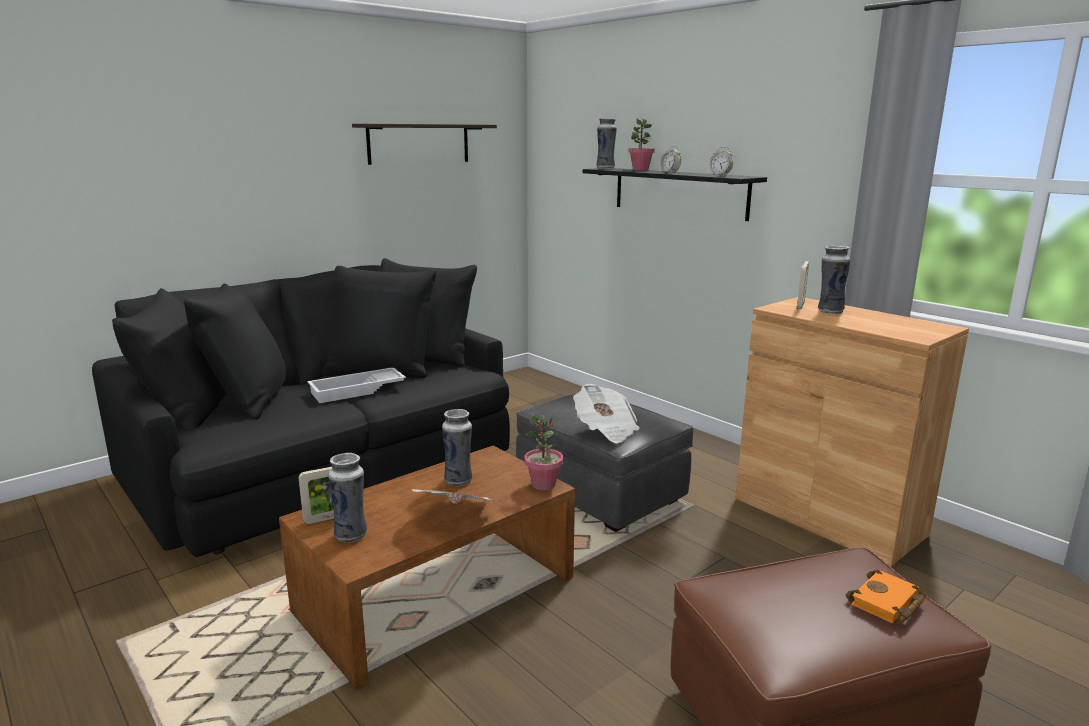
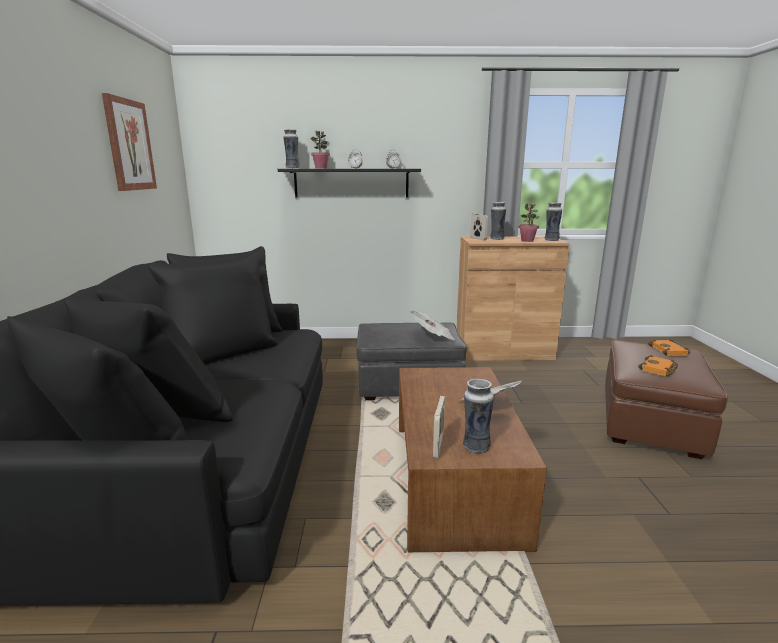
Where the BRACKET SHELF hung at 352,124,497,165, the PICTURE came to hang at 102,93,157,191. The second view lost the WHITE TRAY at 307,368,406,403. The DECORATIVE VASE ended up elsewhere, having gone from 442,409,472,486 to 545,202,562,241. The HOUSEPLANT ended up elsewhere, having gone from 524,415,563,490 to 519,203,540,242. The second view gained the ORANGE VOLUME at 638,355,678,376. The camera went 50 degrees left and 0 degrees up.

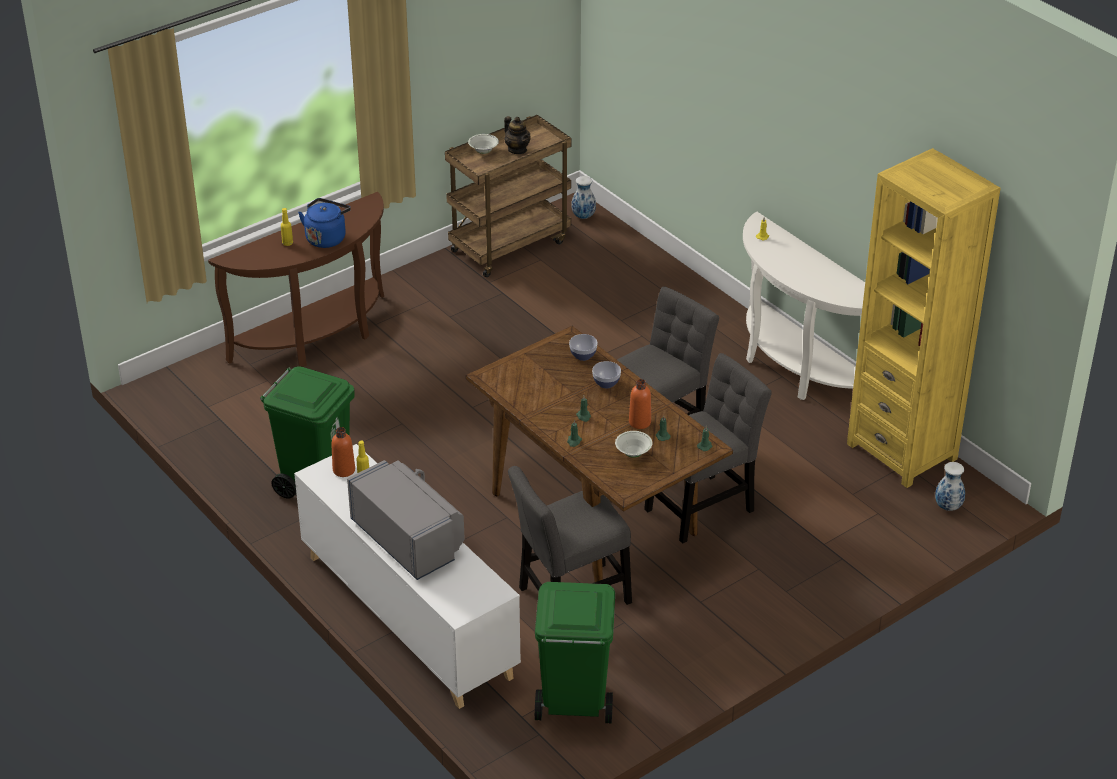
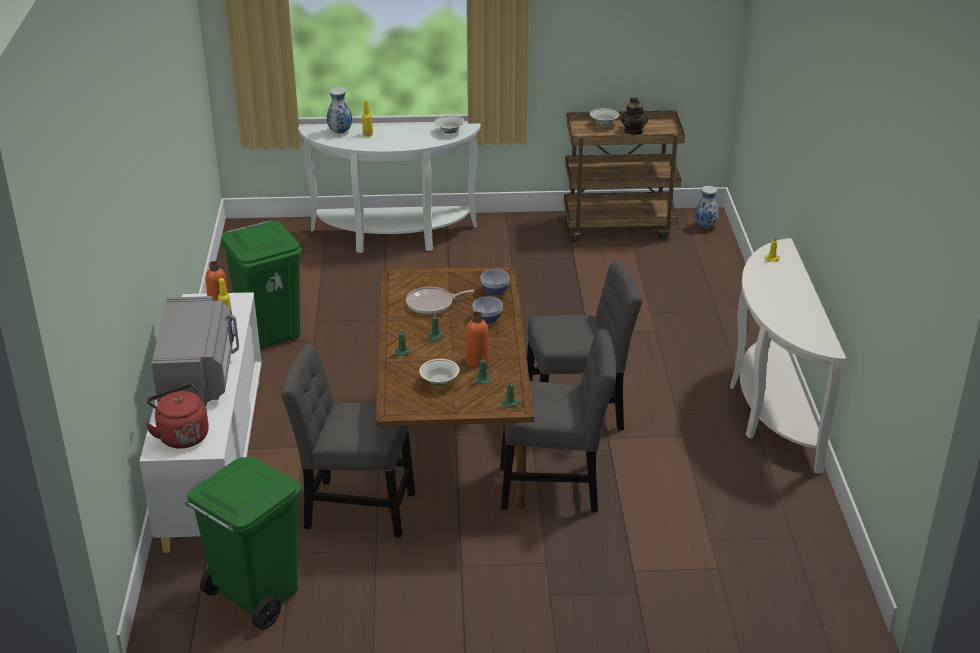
The second view lost the YELLOWISH BOOKSHELF at 847,148,1001,488. What was the BROWN NARROW TABLE at 208,192,384,367 turned into the WHITE NARROW TABLE at 298,123,481,253. The second view lost the BLUISH KETTLE at 298,198,351,248. The DECORATIVE VASE ended up elsewhere, having gone from 935,462,965,511 to 327,87,352,134. The second view gained the WHITE BOWL at 435,115,465,134. The second view gained the PAN at 406,287,474,315. The second view gained the REDDISH KETTLE at 146,384,209,449. The camera went 35 degrees right and 5 degrees down.

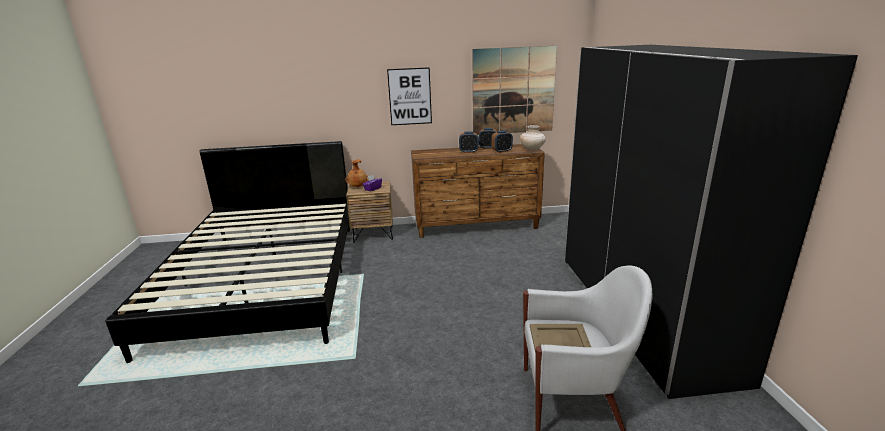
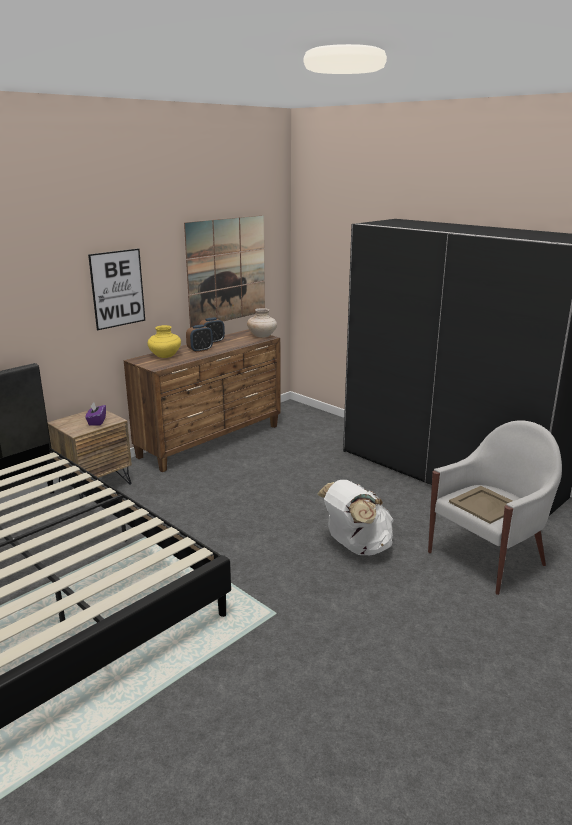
The second view lost the TABLE CLOCK at 491,131,513,153. The second view lost the BROWN DECORATIVE VASE at 345,159,369,187. The second view gained the YELLOWISH DECORATIVE VASE at 148,325,181,358. The second view gained the WHITE RUCKSACK at 317,480,394,555. The camera went 40 degrees left and 0 degrees up.

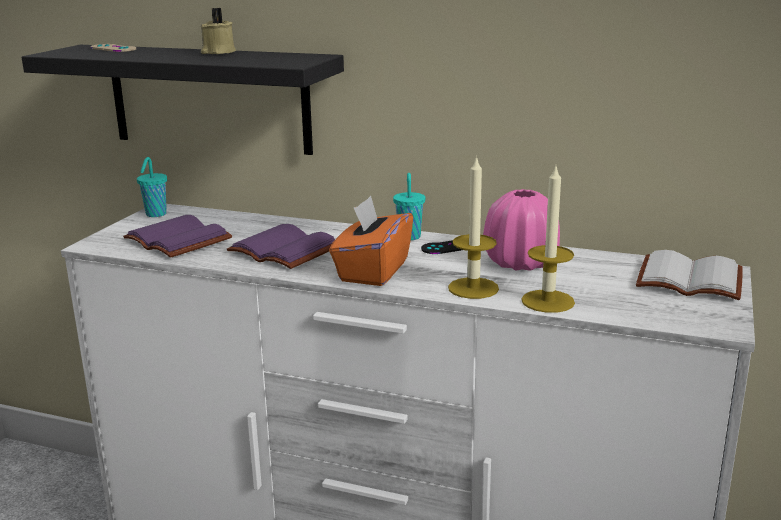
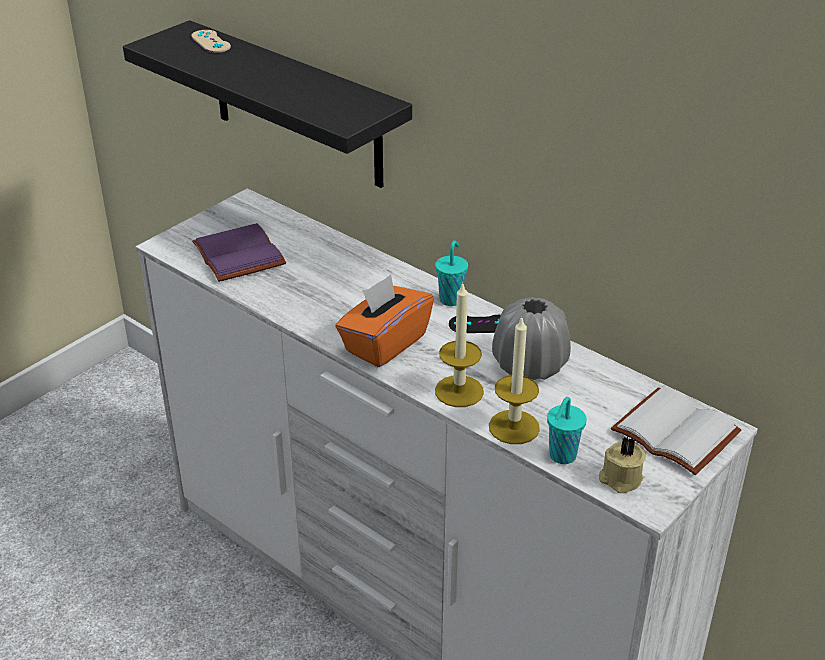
The BEIGE-COLOURED CANDLE ended up elsewhere, having gone from 201,8,236,54 to 599,436,645,493. The TURQUOISE SMALL CUP ended up elsewhere, having gone from 137,157,167,217 to 547,397,587,464. What was the PINK DECORATIVE VASE at 483,189,560,271 turned into the GREYISH DECORATIVE VASE at 492,297,571,380. The second view lost the PURPLISH VOLUME at 227,224,335,269. The camera went 20 degrees right and 15 degrees up.

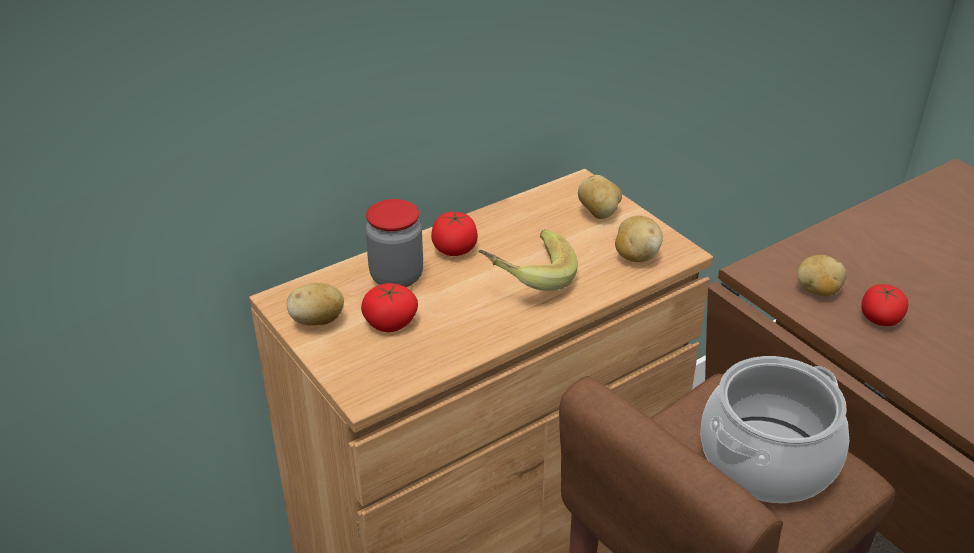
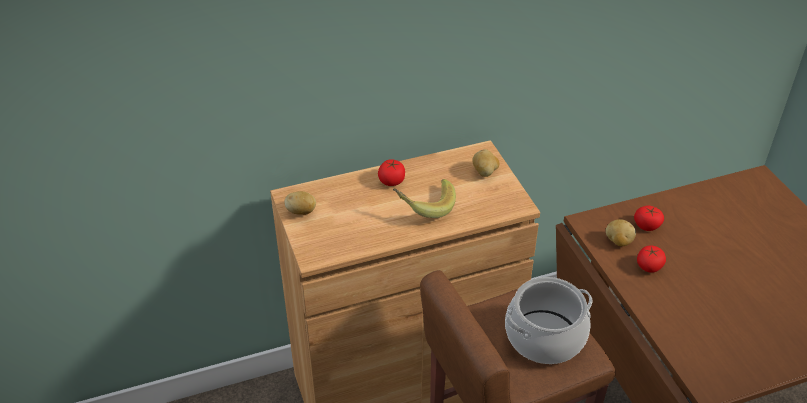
The second view lost the PRESERVE JAR at 365,199,423,287. The second view lost the WHOLE POTATO at 615,215,663,262. The FRESH TOMATO ended up elsewhere, having gone from 361,283,418,332 to 634,206,664,231. The camera went 15 degrees right and 5 degrees up.

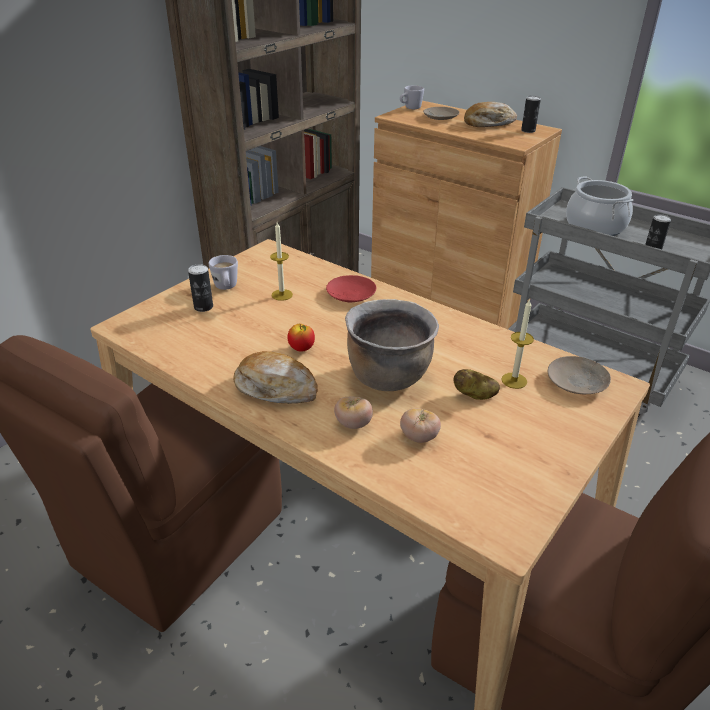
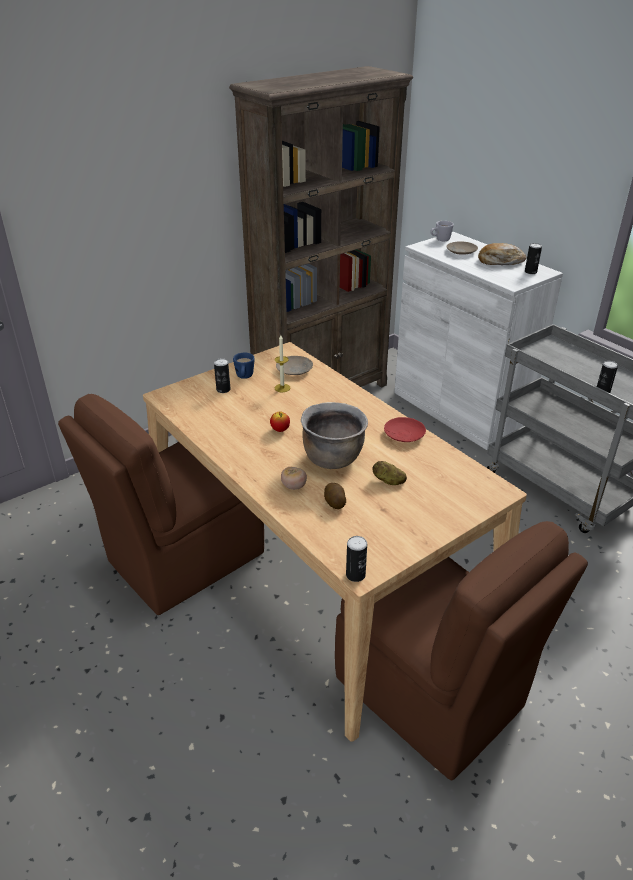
What was the BROWN STORAGE CABINET at 371,101,562,329 turned into the WHITE STORAGE CABINET at 394,232,563,450. The second view lost the STOCKPOT at 566,177,634,236. What was the WHITE MUG at 209,255,238,290 turned into the BLUISH MUG at 233,353,255,379. The REDDISH FLAT DISH ended up elsewhere, having gone from 326,275,376,302 to 384,417,426,442. The second view lost the CANDLE at 501,299,534,389. The second view lost the BREAD at 233,351,318,404. The BEIGE-COLOURED FLAT DISH ended up elsewhere, having gone from 548,356,611,394 to 276,356,313,375. Where the FRESH TOMATO stood at 400,408,441,443, the WHOLE POTATO came to stand at 324,483,346,509. The second view gained the METAL CAN at 346,536,367,582. The camera went 15 degrees right and 0 degrees up.

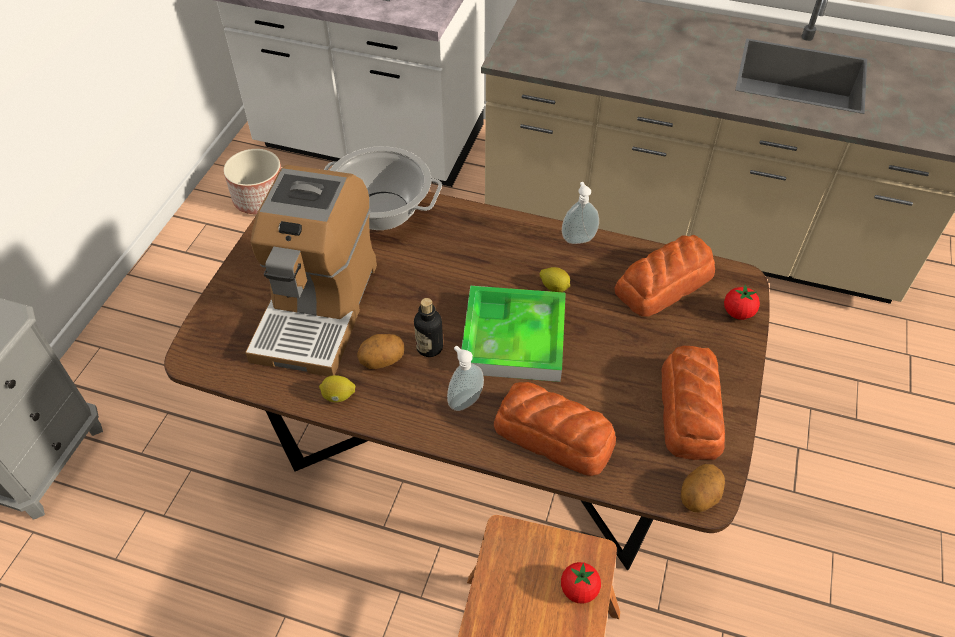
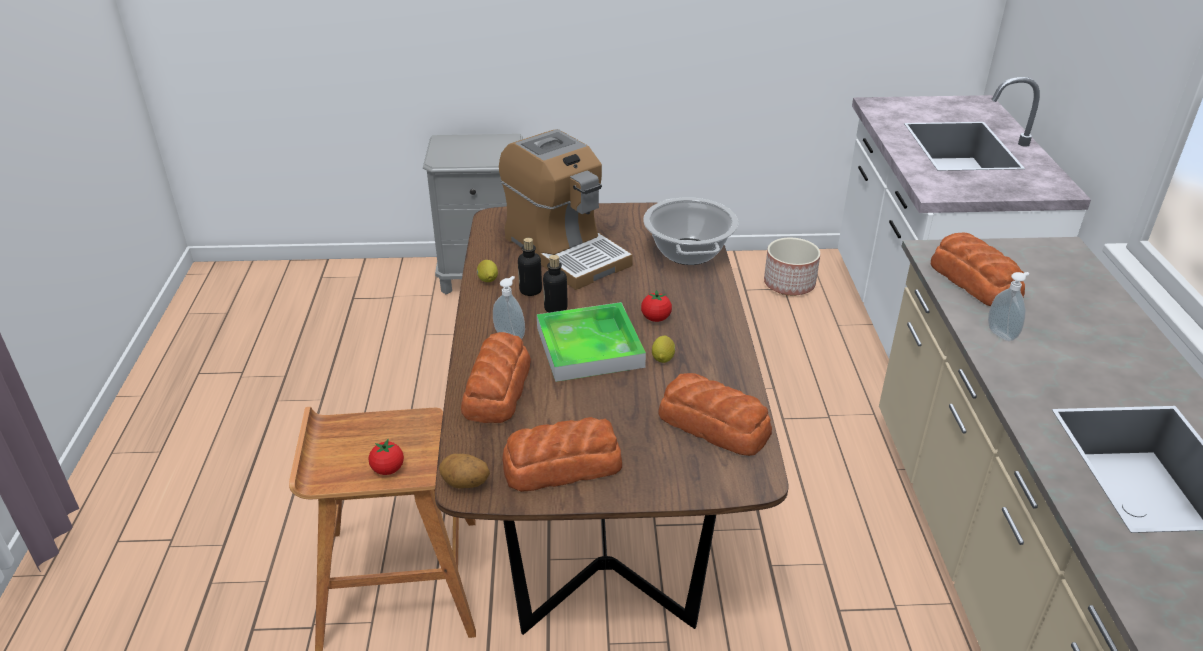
The COFFEE MAKER at 245,165,377,377 ended up facing another way, 120 degrees counterclockwise from before. The SOAP BOTTLE ended up elsewhere, having gone from 562,182,599,244 to 988,272,1029,341. The FRESH TOMATO ended up elsewhere, having gone from 724,285,760,320 to 641,290,672,322. Where the WHOLE POTATO stood at 357,334,404,369, the BEVERAGE BOTTLE came to stand at 518,238,542,296. The second view gained the BREAD at 931,233,1025,306. The camera went 70 degrees right and 15 degrees down.

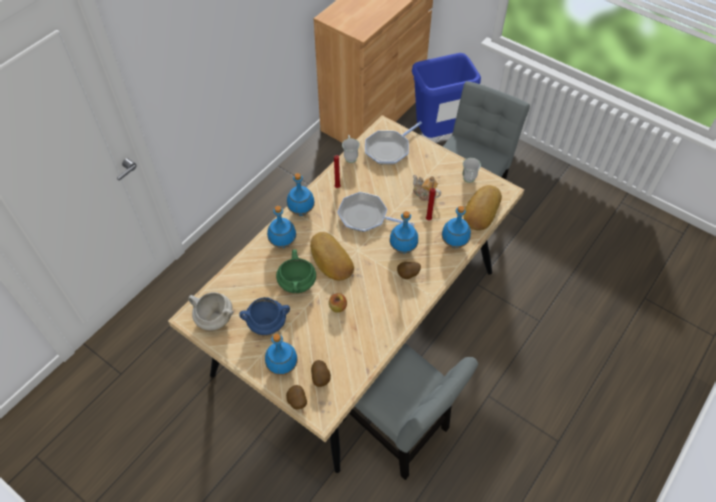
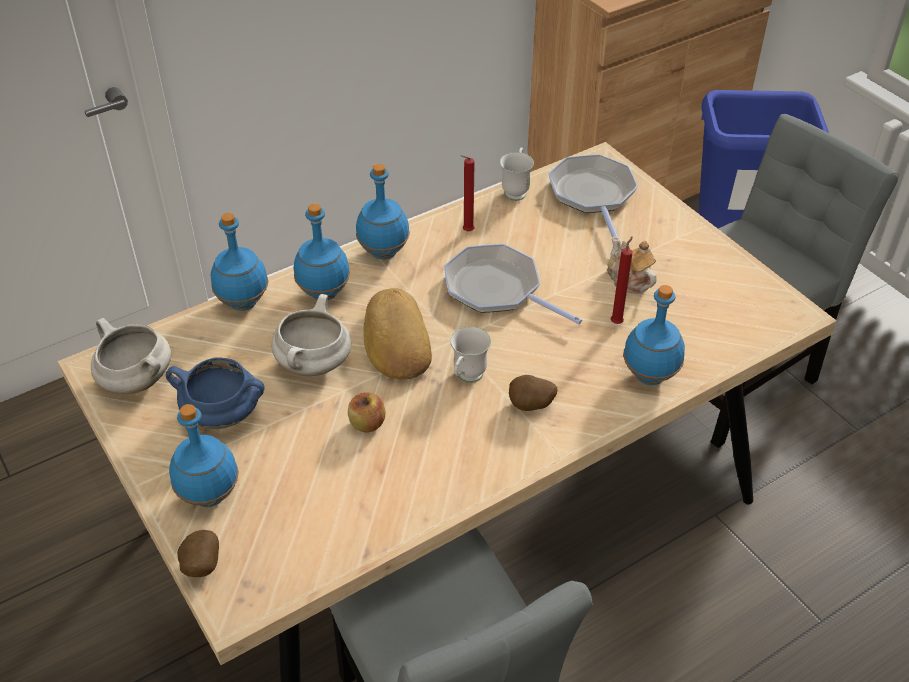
The PAN at 365,121,422,165 ended up facing another way, 105 degrees clockwise from before. The WHITE MUG ended up elsewhere, having gone from 463,158,481,183 to 450,327,491,383. The second view lost the BREAD at 463,185,502,230. The BLUISH BEVERAGE BOTTLE ended up elsewhere, having gone from 390,211,418,254 to 211,213,268,311. What was the GREEN STOCKPOT at 276,249,316,293 turned into the WHITE STOCKPOT at 271,294,351,376. The second view lost the WHOLE POTATO at 311,360,331,387. The camera went 20 degrees right and 10 degrees down.

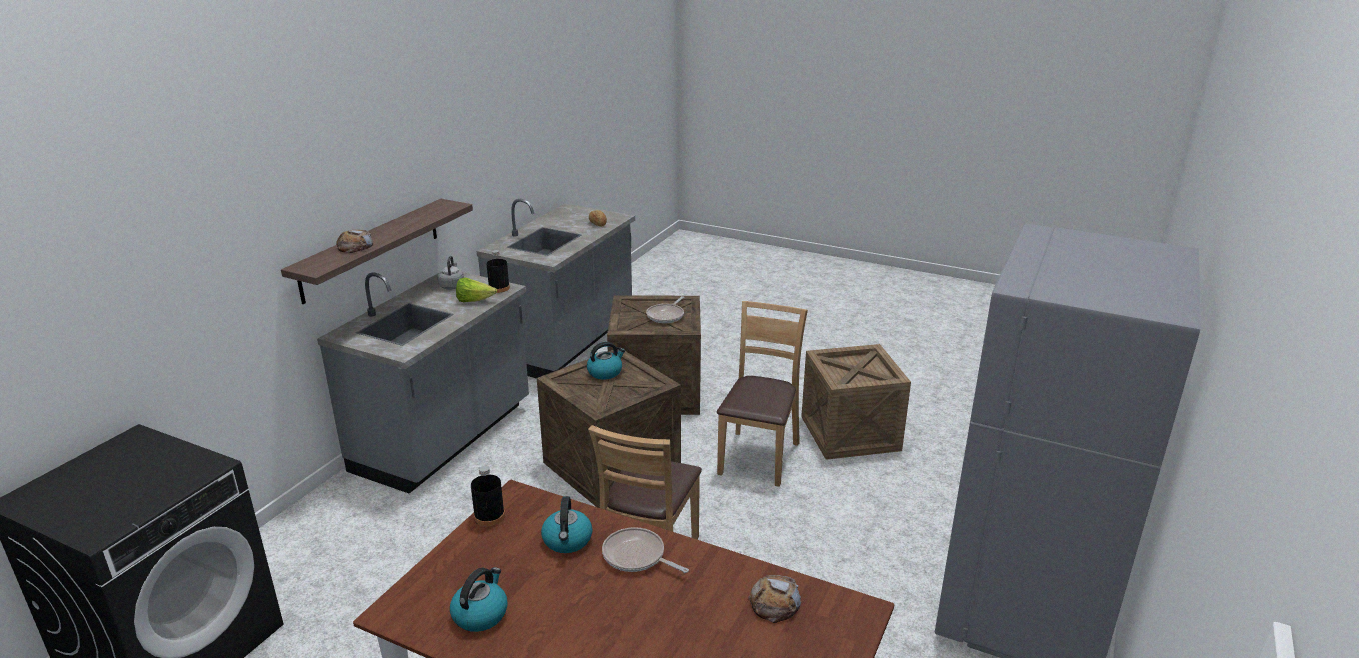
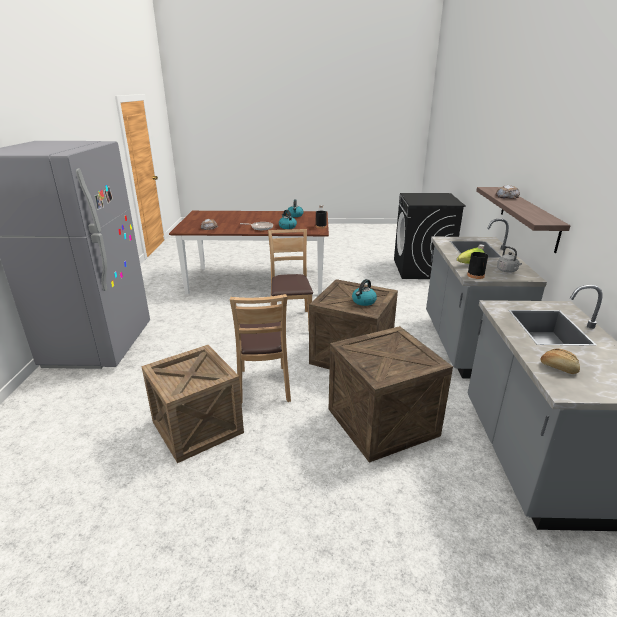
The second view lost the PAN at 646,296,684,323. The camera went 155 degrees right and 0 degrees up.

